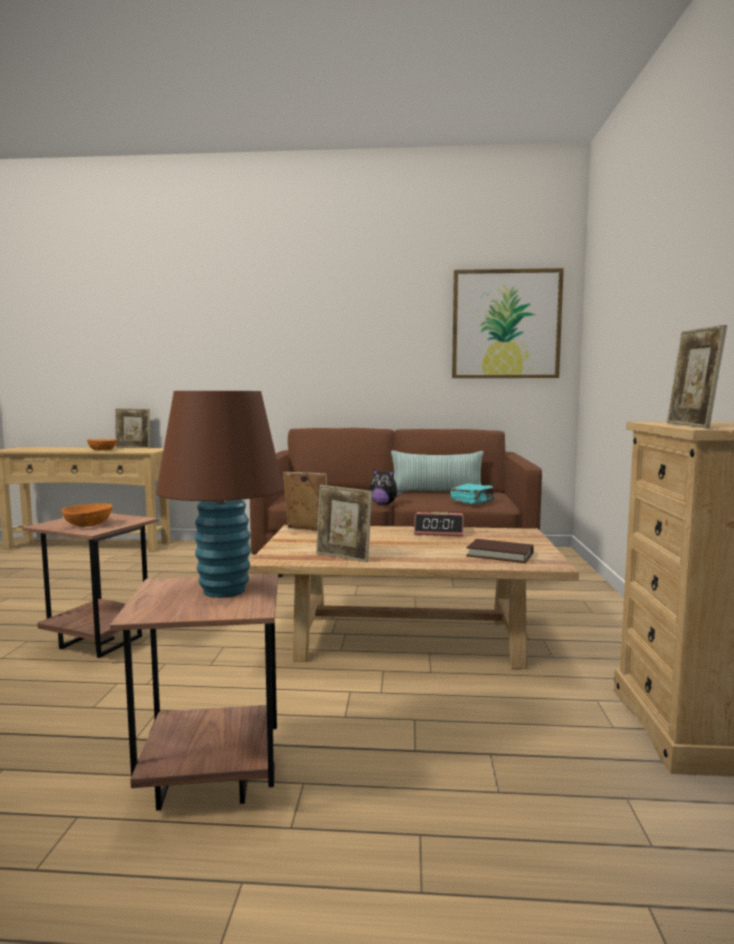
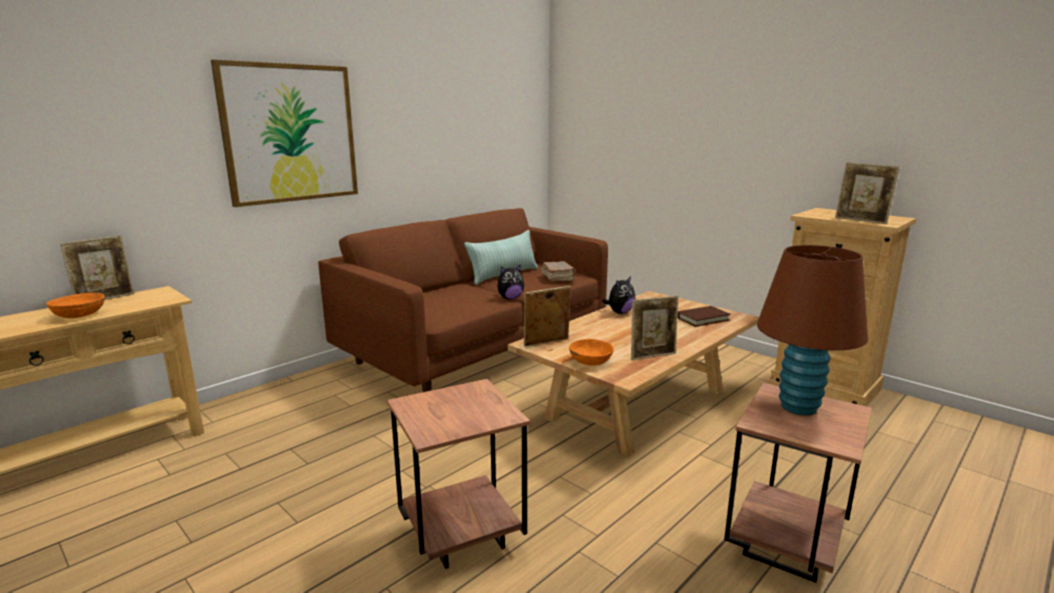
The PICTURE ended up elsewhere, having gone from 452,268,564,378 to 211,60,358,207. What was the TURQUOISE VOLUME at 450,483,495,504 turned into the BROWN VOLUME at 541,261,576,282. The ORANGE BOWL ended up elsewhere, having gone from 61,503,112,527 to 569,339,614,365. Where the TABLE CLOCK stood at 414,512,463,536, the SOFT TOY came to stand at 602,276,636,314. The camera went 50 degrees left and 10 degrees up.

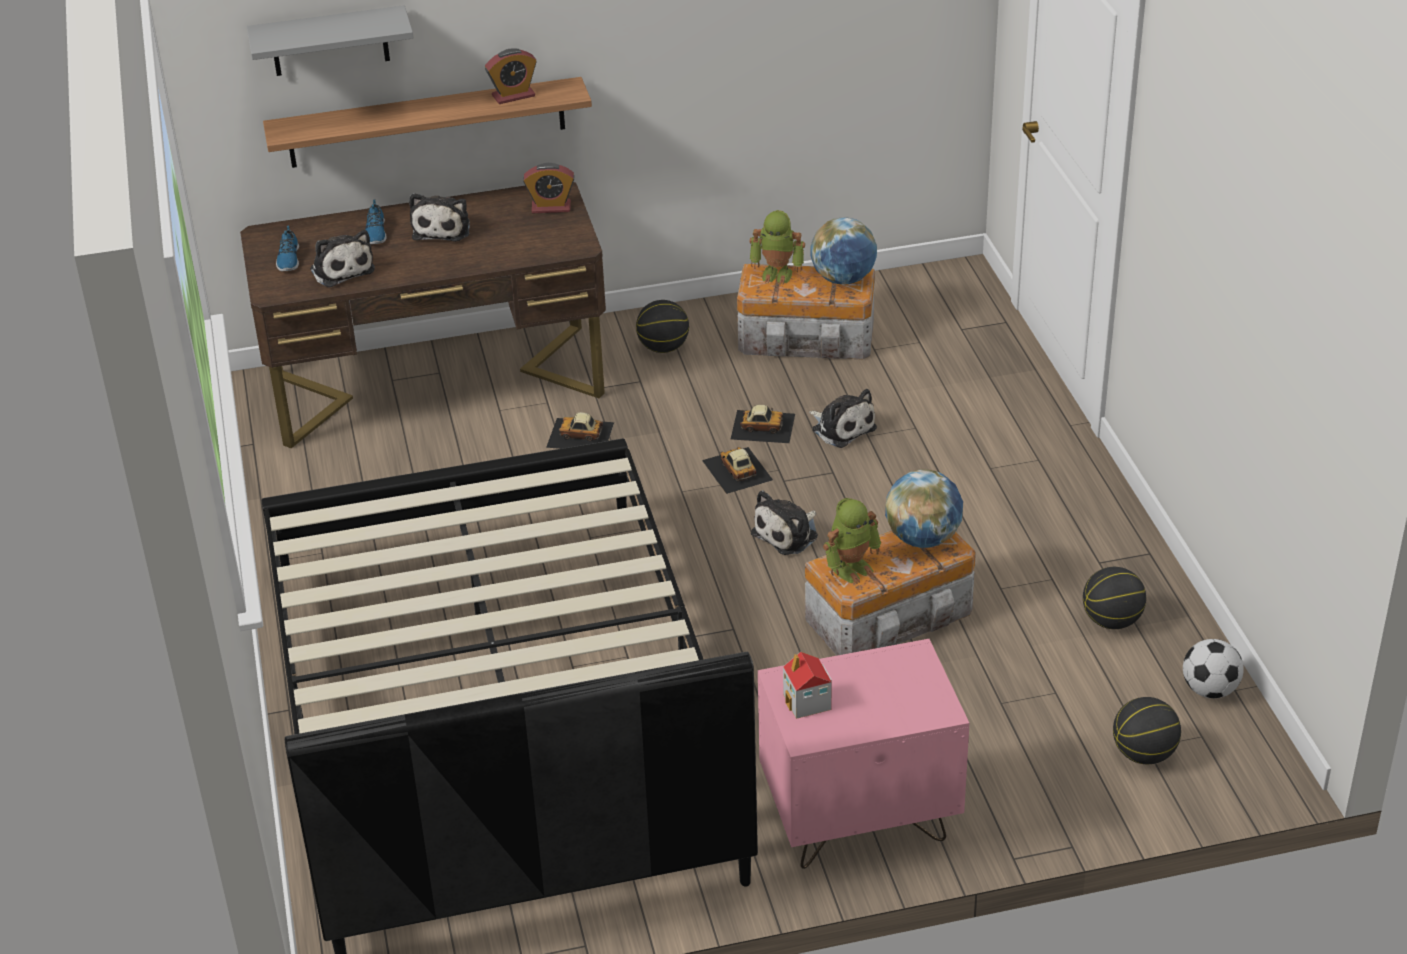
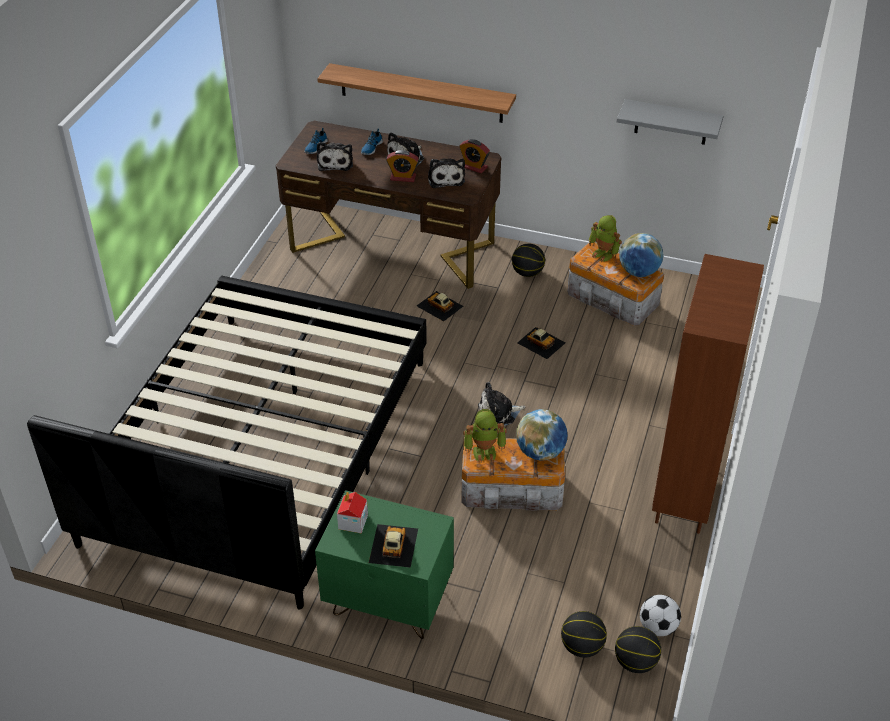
The GREYISH BRACKET SHELF ended up elsewhere, having gone from 247,5,414,76 to 617,99,724,145. The TABLE CLOCK ended up elsewhere, having gone from 485,48,537,104 to 386,150,419,182. The SOFT TOY ended up elsewhere, having gone from 809,389,877,448 to 428,158,465,188. The MODEL CAR ended up elsewhere, having gone from 702,447,773,494 to 369,524,418,568. The BALL FOR BASKETBALL ended up elsewhere, having gone from 1083,567,1146,629 to 615,626,661,673. What was the PINK NIGHT TABLE at 758,639,969,869 turned into the GREEN NIGHT TABLE at 315,490,454,639. The second view gained the BROWN BOOKSHELF at 652,254,764,534. The camera went 30 degrees right and 5 degrees up.

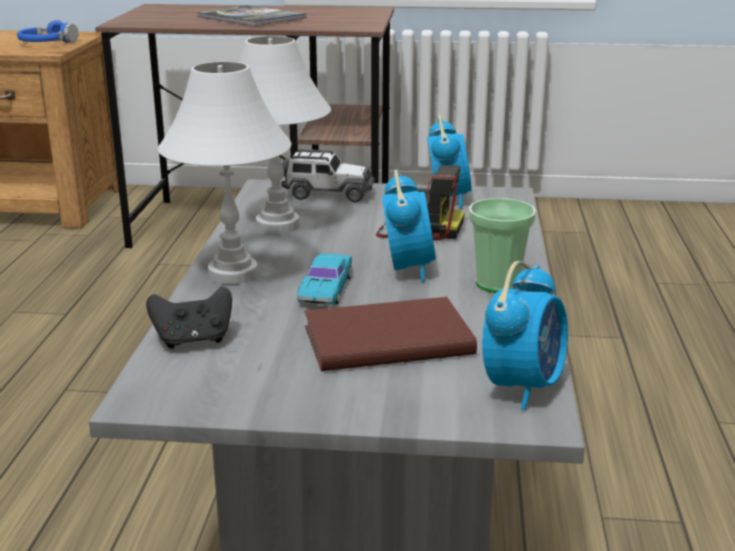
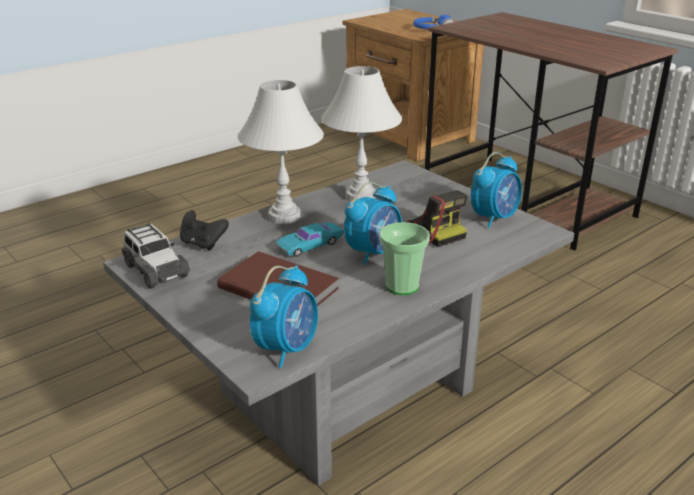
The second view lost the VOLUME at 197,5,307,26. The MODEL CAR ended up elsewhere, having gone from 281,149,375,202 to 122,223,190,289. The TABLE CLOCK at 482,261,568,410 ended up facing another way, 45 degrees counterclockwise from before. The camera went 45 degrees right and 5 degrees up.

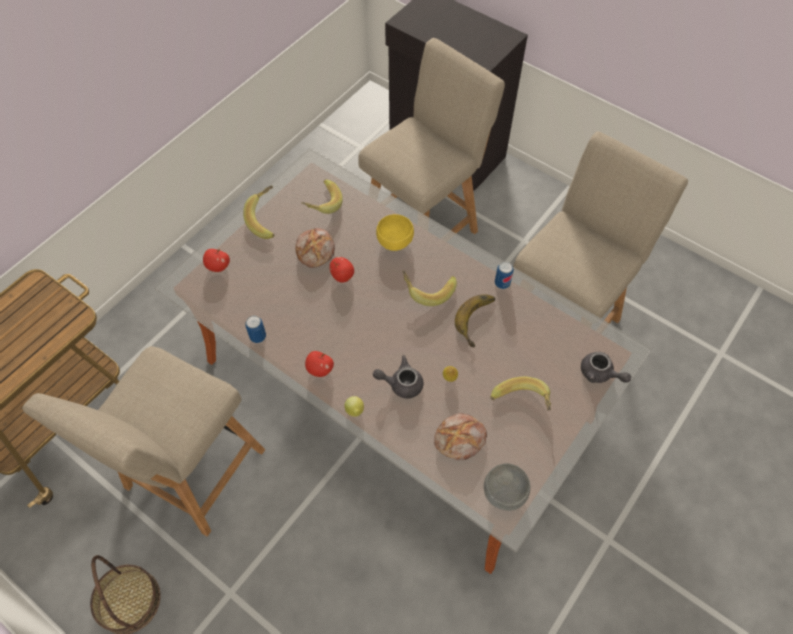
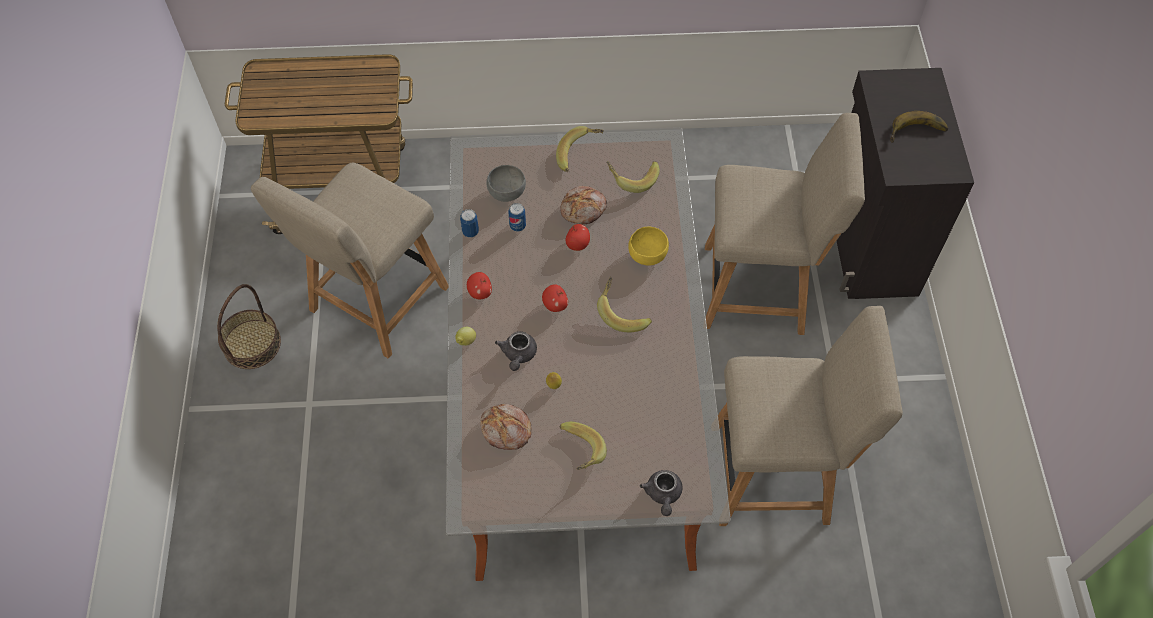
The APPLE ended up elsewhere, having gone from 203,249,230,272 to 542,284,568,312. The METAL CAN ended up elsewhere, having gone from 495,261,514,289 to 508,203,526,231. The BANANA FRUIT ended up elsewhere, having gone from 455,294,495,347 to 890,111,948,143. The BEIGE-COLOURED CHAIR at 22,346,265,536 ended up facing another way, 45 degrees counterclockwise from before. The GREYISH TEAPOT at 373,356,423,399 ended up facing another way, 135 degrees counterclockwise from before. The GREYISH BOWL ended up elsewhere, having gone from 484,463,530,511 to 486,165,526,202. The camera went 50 degrees right and 0 degrees up.

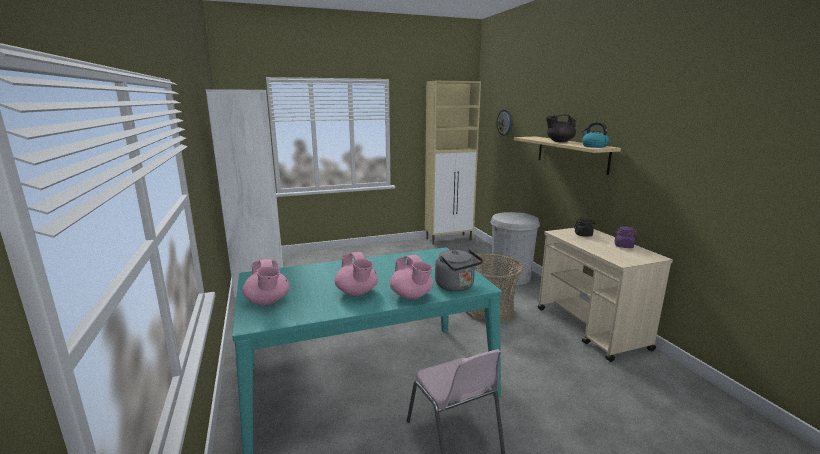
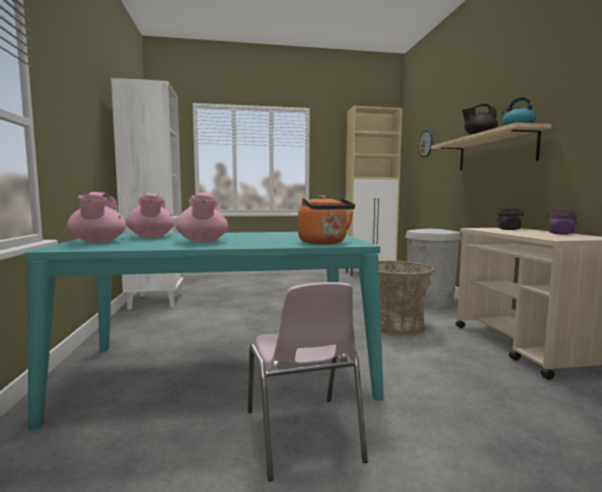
What was the GREYISH KETTLE at 435,249,483,292 turned into the ORANGE KETTLE at 298,195,355,244. The PINK TEAPOT ended up elsewhere, having gone from 390,255,433,299 to 126,193,174,238. The camera went 10 degrees right and 10 degrees down.

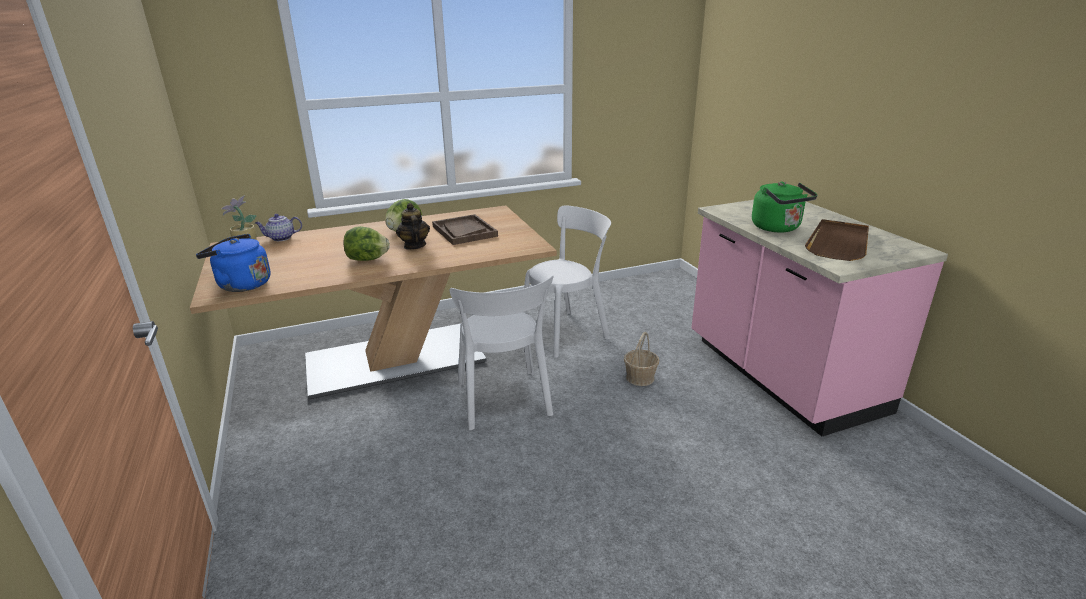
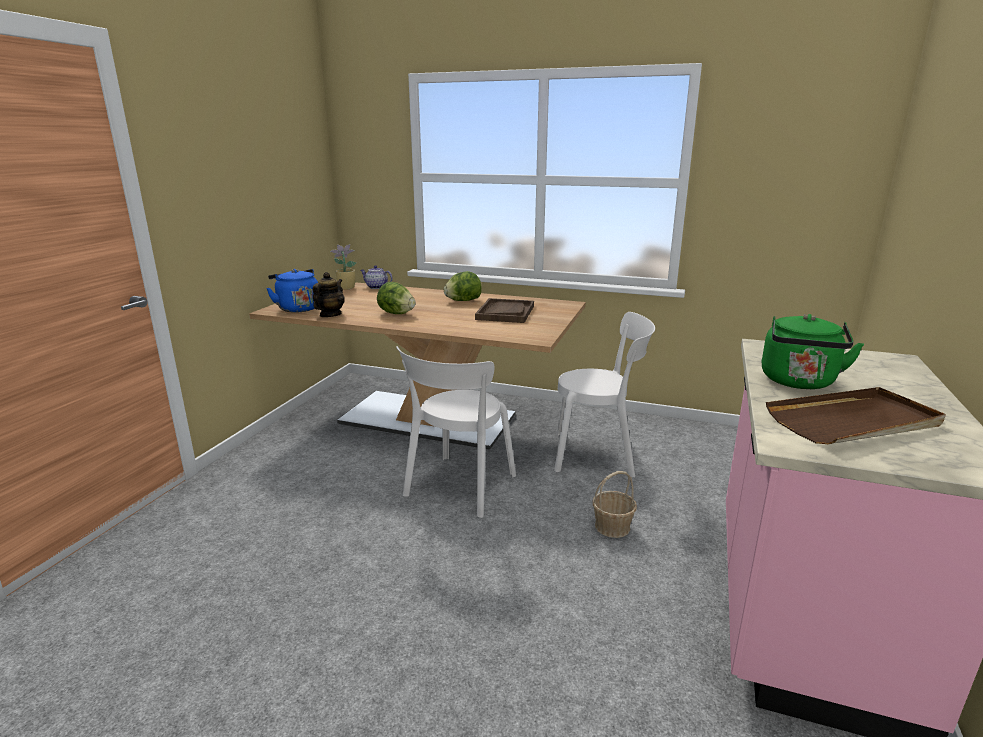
The TEAPOT ended up elsewhere, having gone from 396,203,430,250 to 313,272,345,317. The camera went 40 degrees right and 5 degrees down.

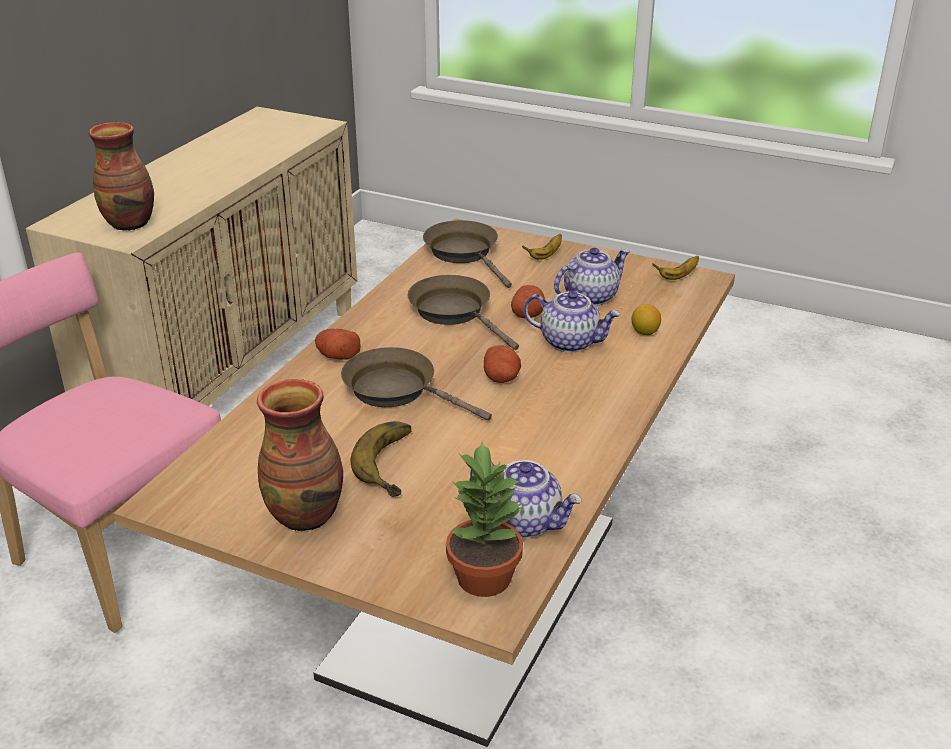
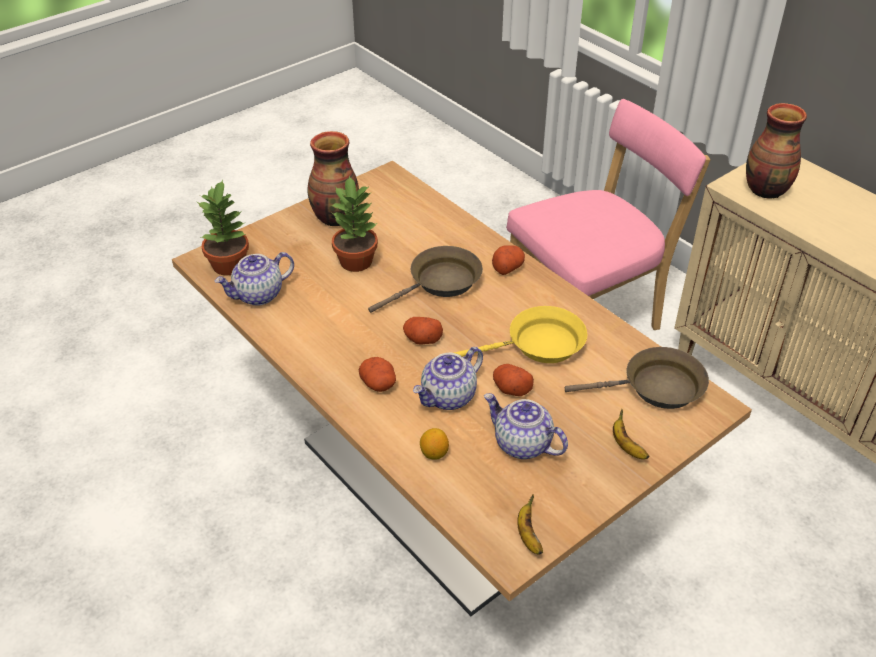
The TEAPOT at 554,248,630,306 ended up facing another way, 135 degrees clockwise from before. What was the BROWN PAN at 408,275,519,350 turned into the YELLOWISH PAN at 454,306,588,363. Where the BANANA FRUIT stood at 351,421,412,497, the HOUSEPLANT came to stand at 331,175,378,272. The second view gained the WHOLE POTATO at 359,357,396,392. The camera went 115 degrees right and 10 degrees up.

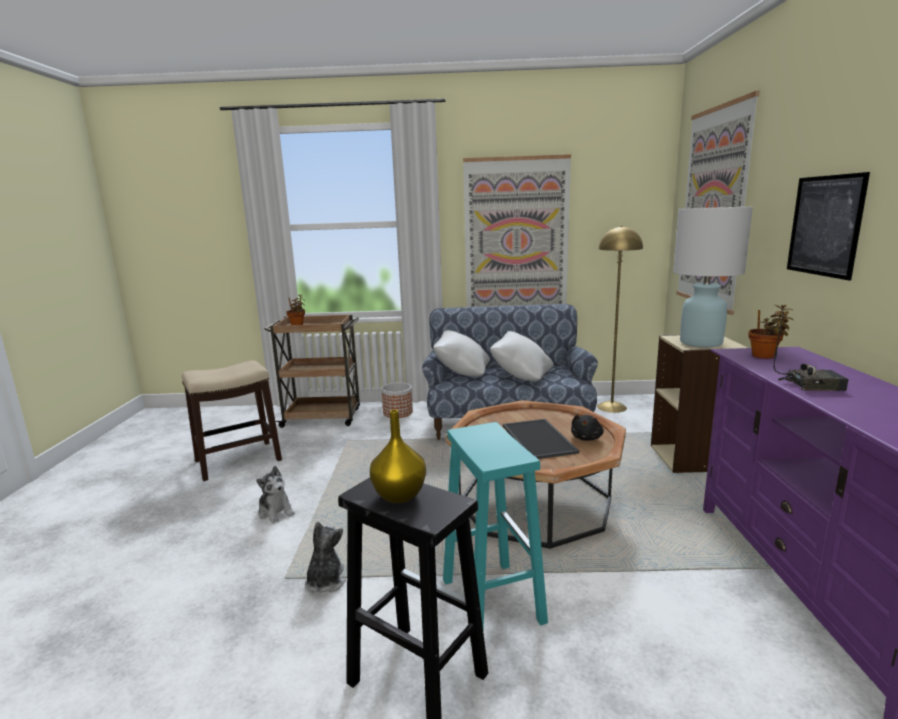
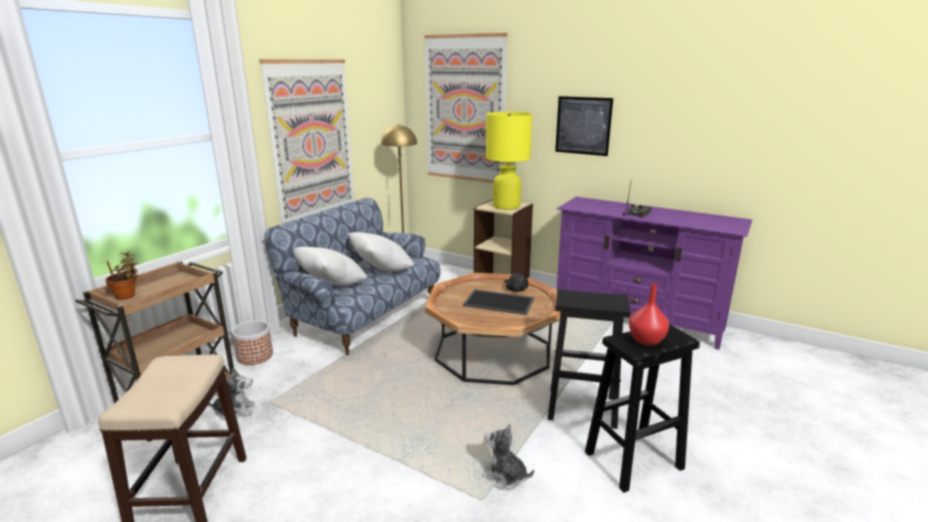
What was the WHITE TABLETOP LAMP at 673,207,753,347 turned into the YELLOWISH TABLETOP LAMP at 486,112,532,210. The second view lost the HOUSEPLANT at 749,305,793,359. What was the YELLOWISH DECORATIVE VASE at 370,410,426,503 turned into the REDDISH DECORATIVE VASE at 629,284,669,346. What was the TURQUOISE STOOL at 443,422,548,627 turned into the BLACKISH STOOL at 548,289,631,429. The SOFT TOY ended up elsewhere, having gone from 256,466,295,524 to 208,368,254,420. The camera went 60 degrees left and 5 degrees up.

